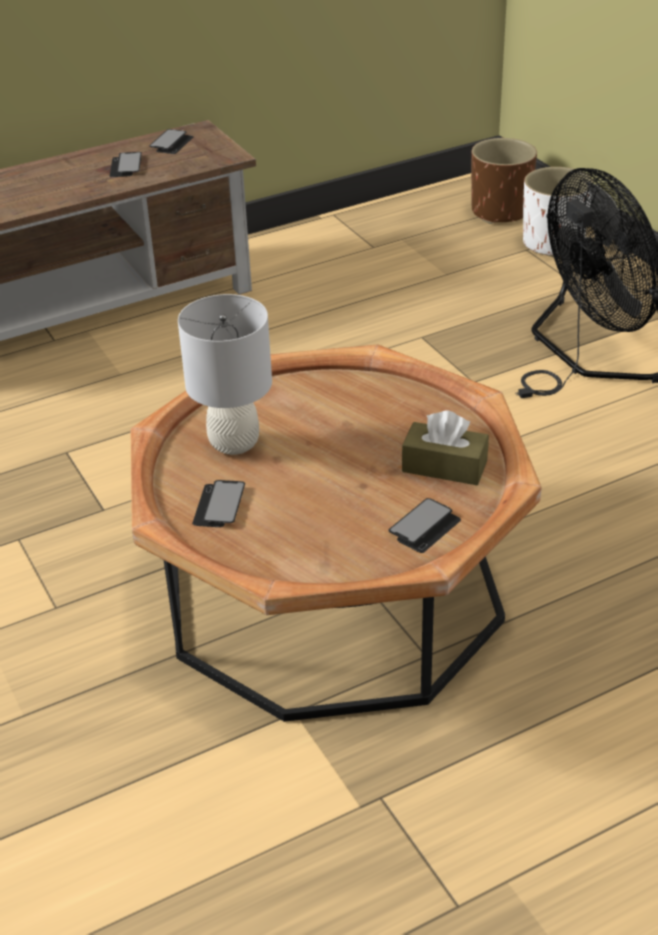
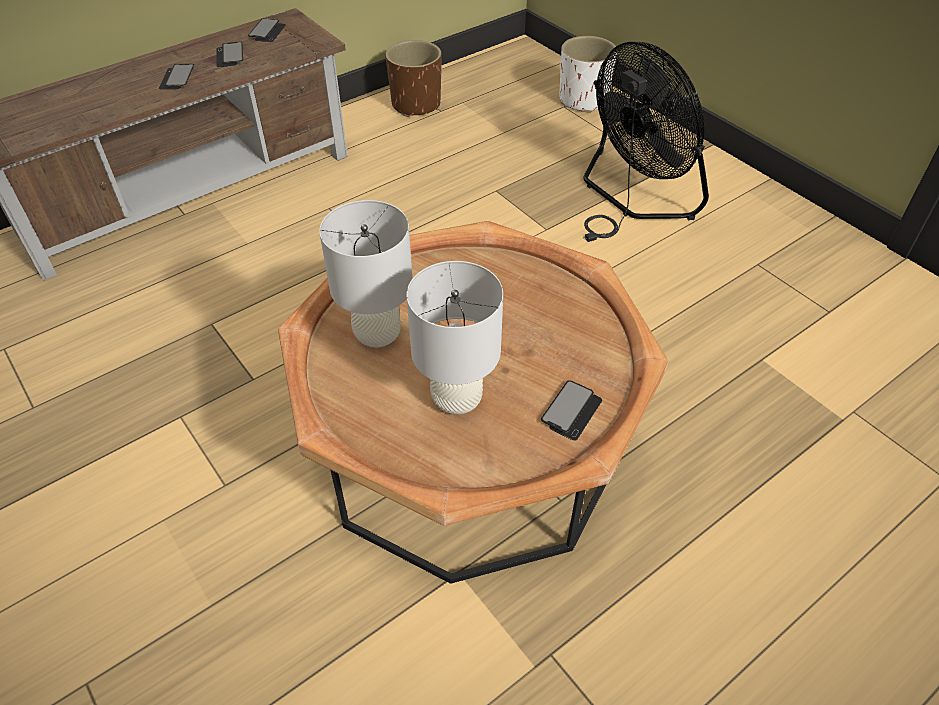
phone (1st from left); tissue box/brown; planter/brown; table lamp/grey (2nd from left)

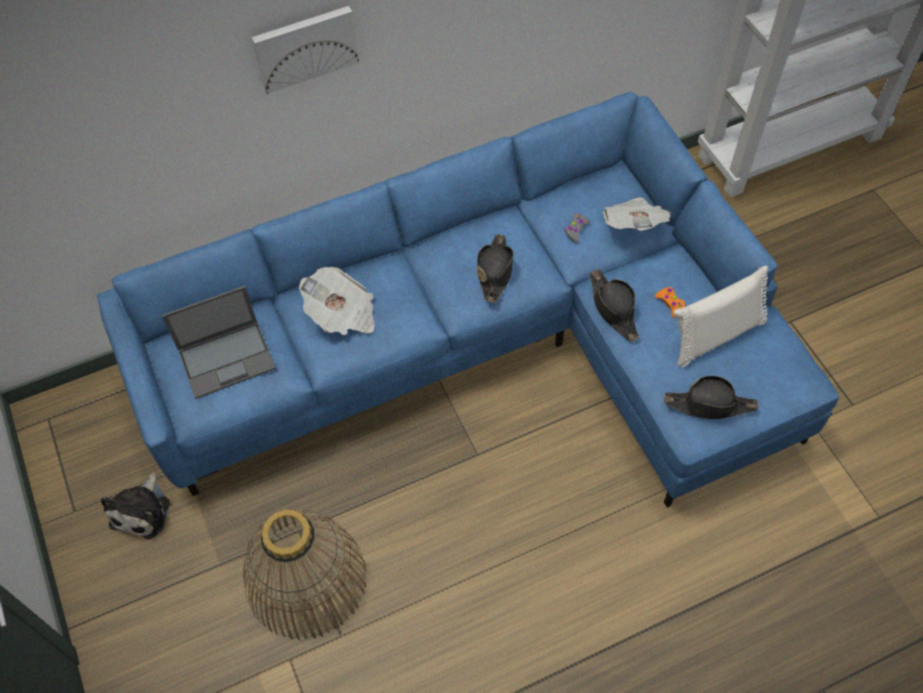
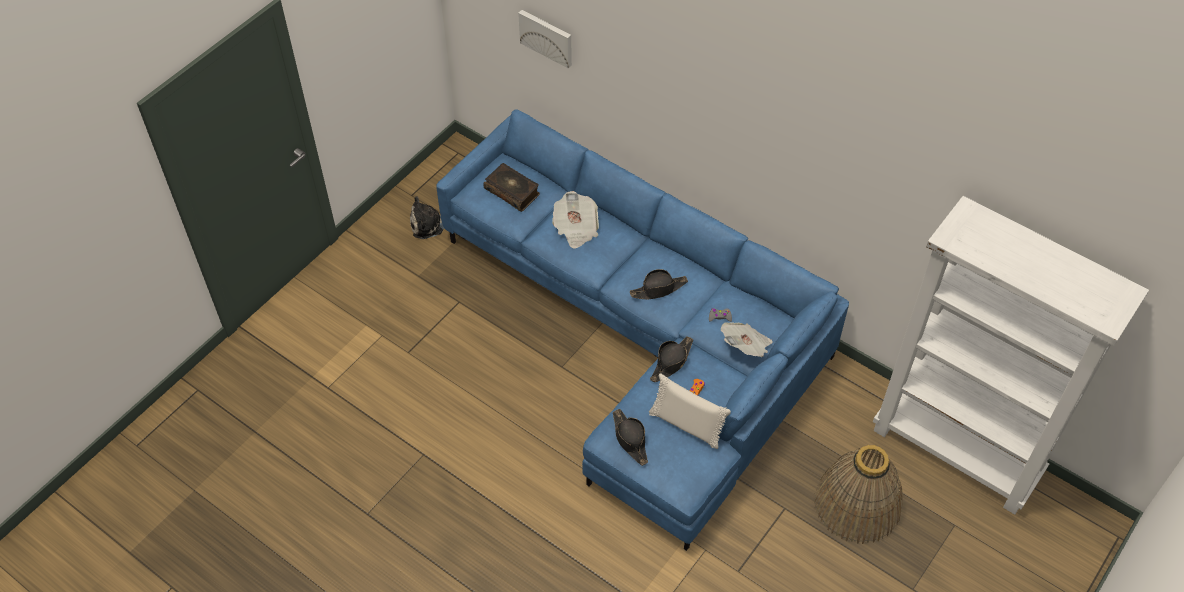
book; basket; picture

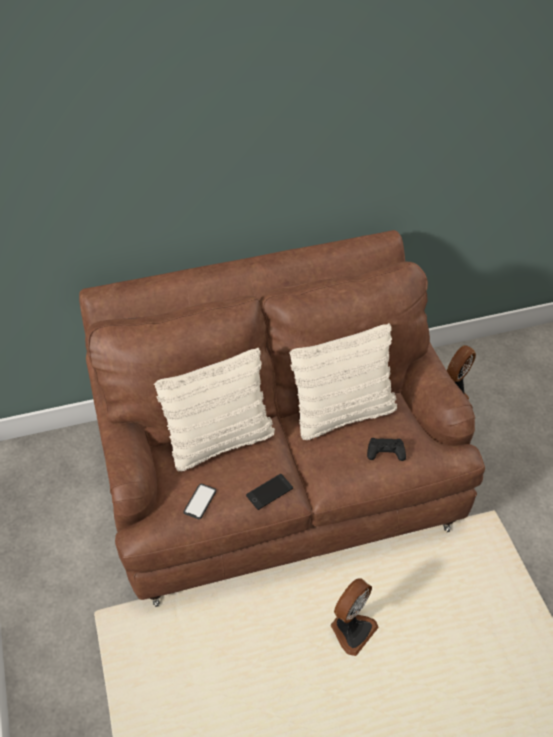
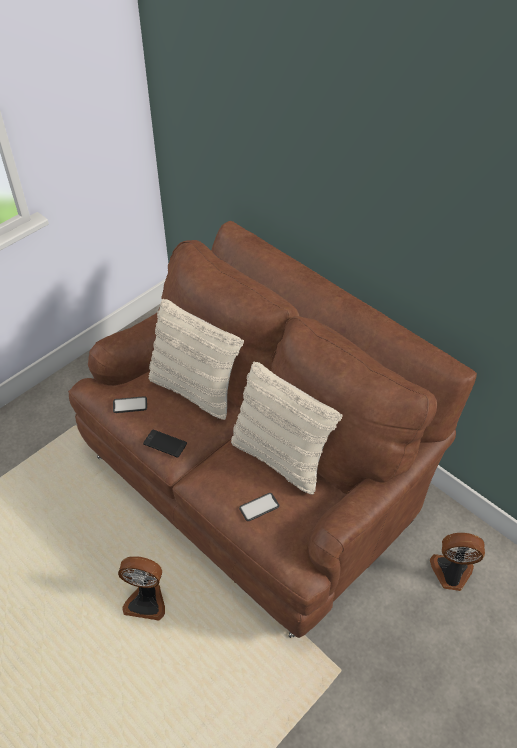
phone (3rd from left)

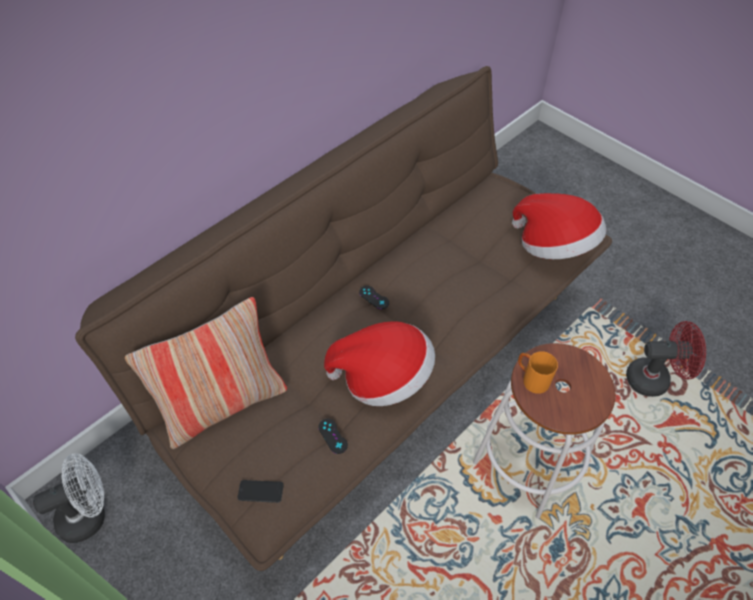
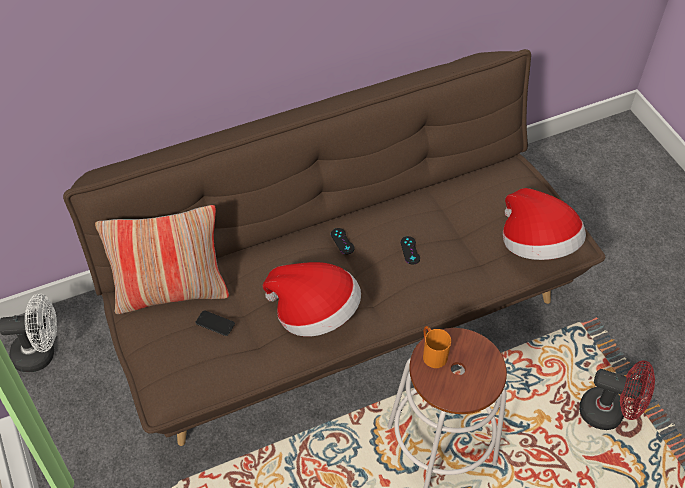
phone; game controller/black (2nd from left)

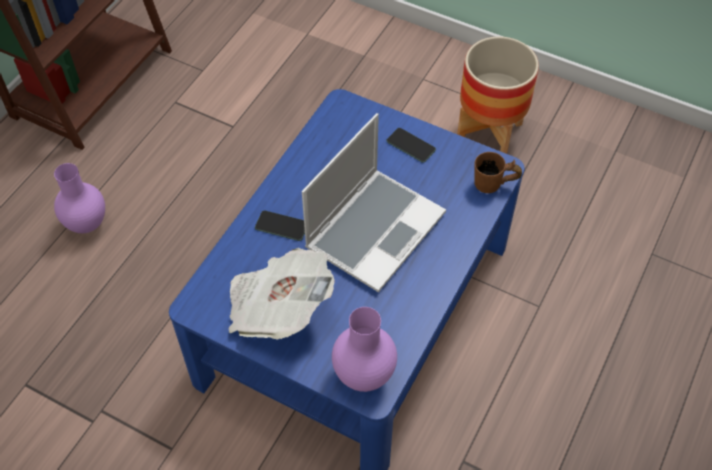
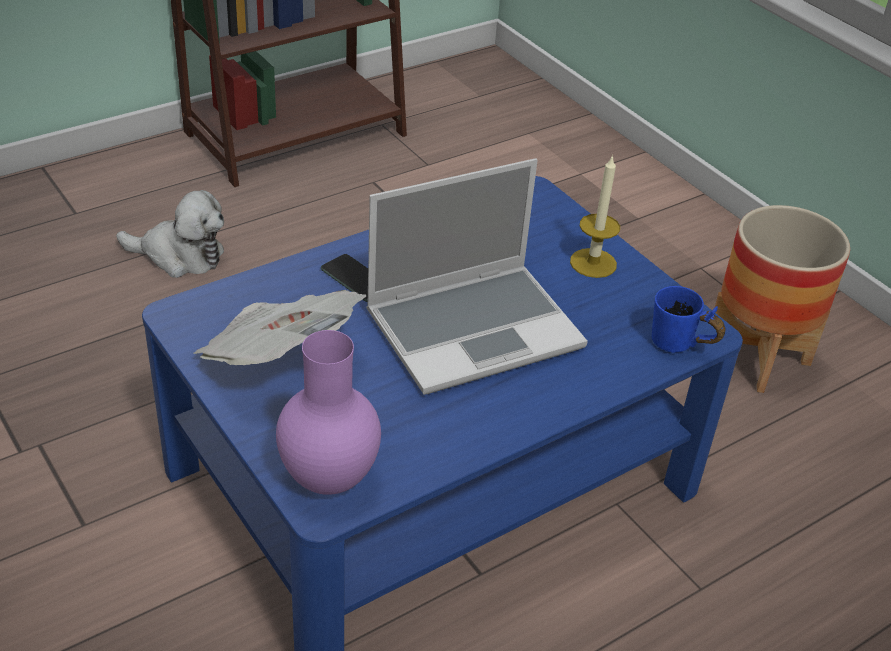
plush toy; candle; mug/blue

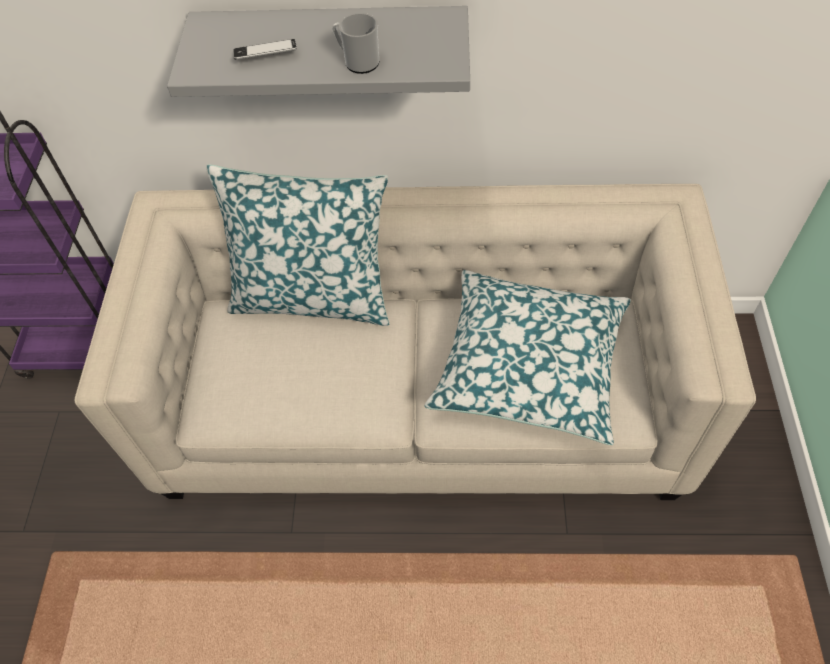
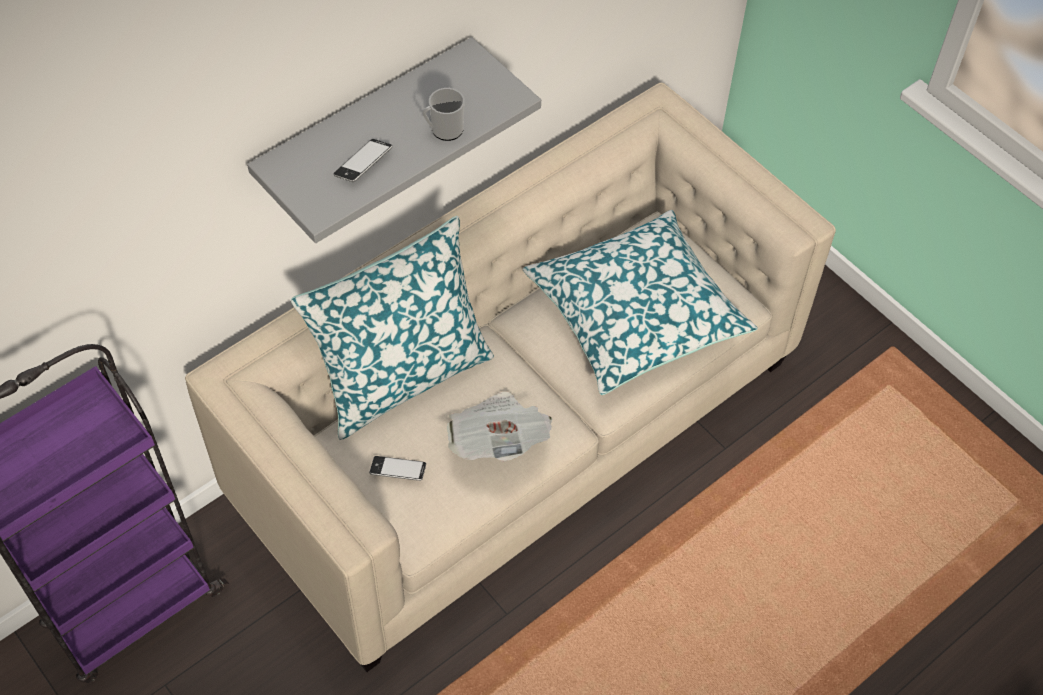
phone (2nd from left); newspaper

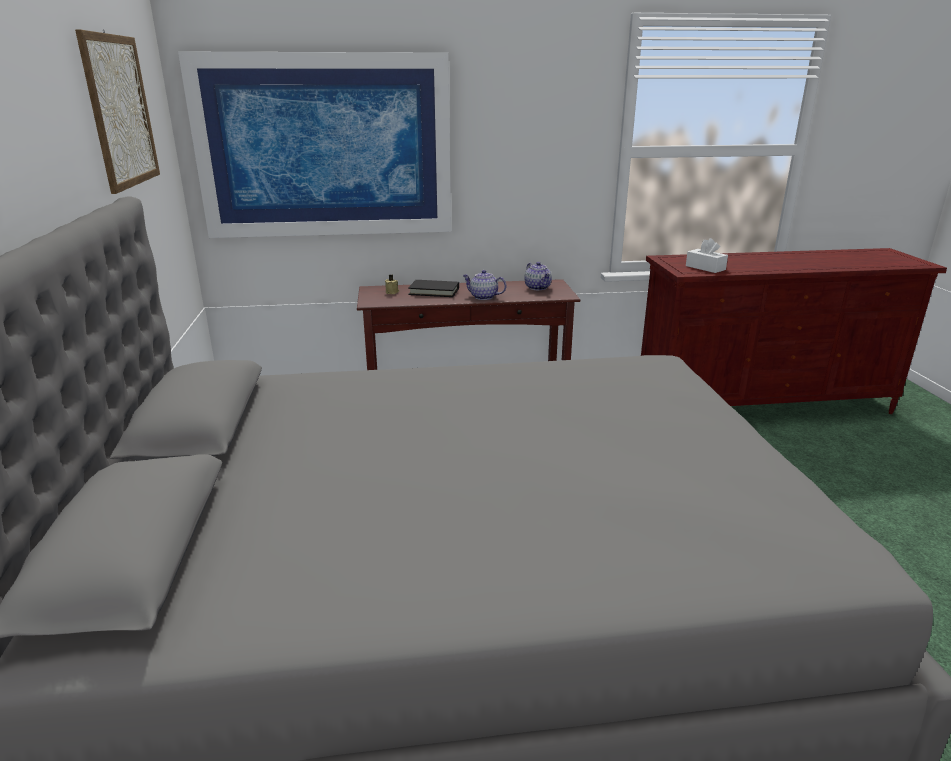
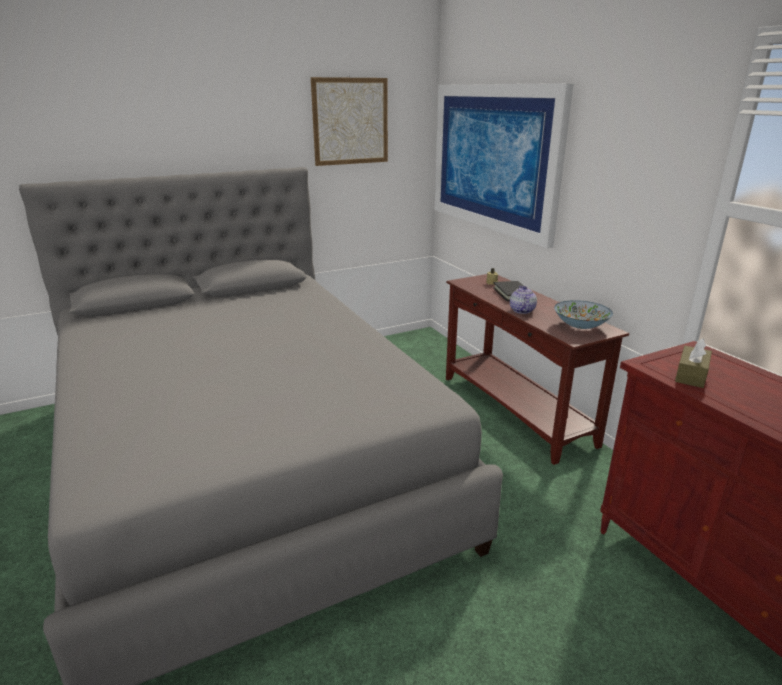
bowl; tissue box/brown

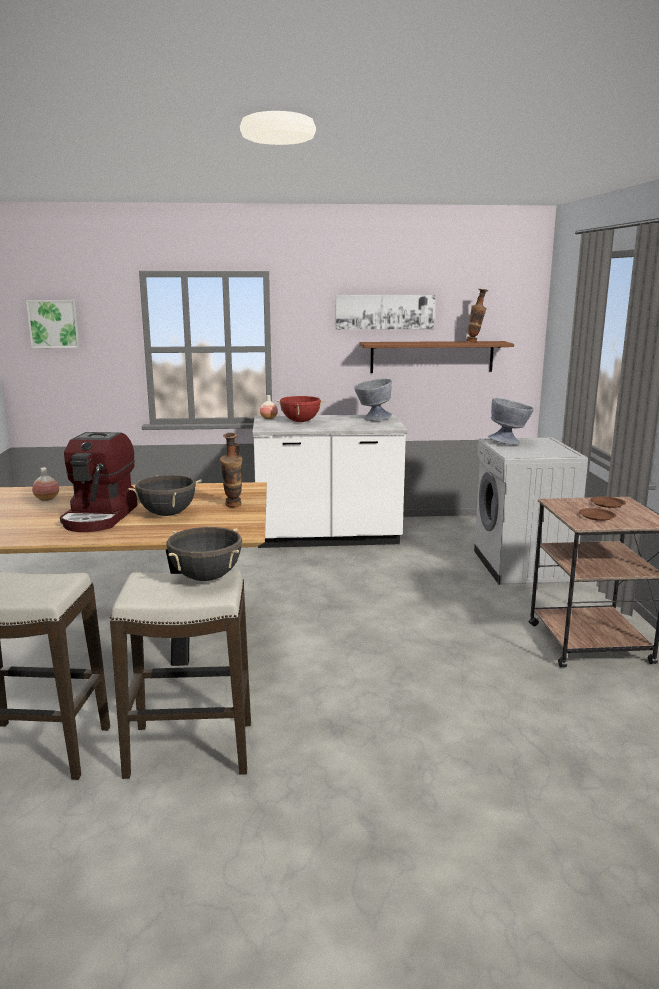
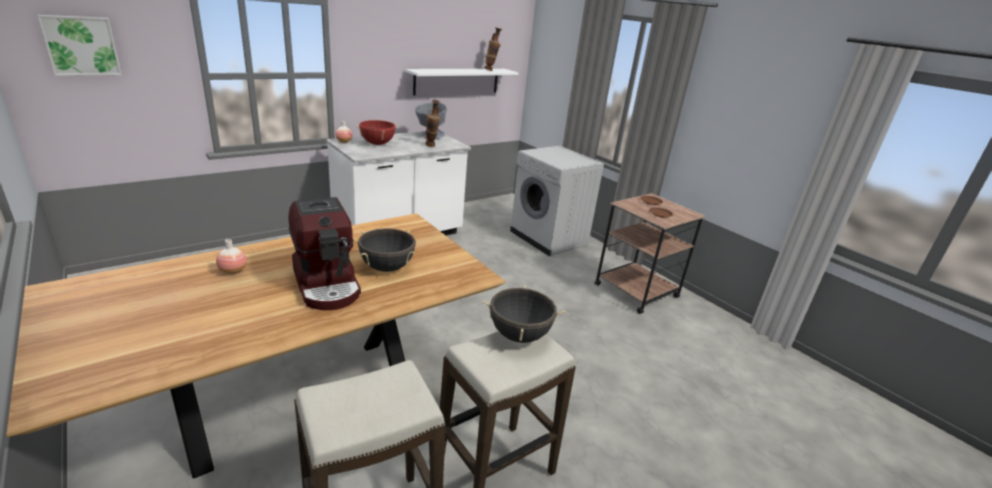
vase (3rd from left); picture (2nd from left in the first image); shelf/white; bowl/grey (2nd from left in the first image)

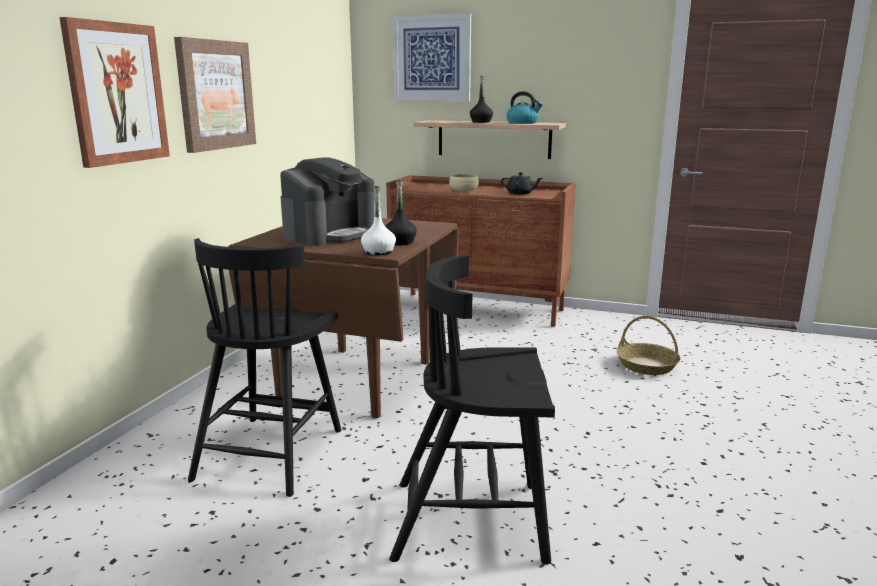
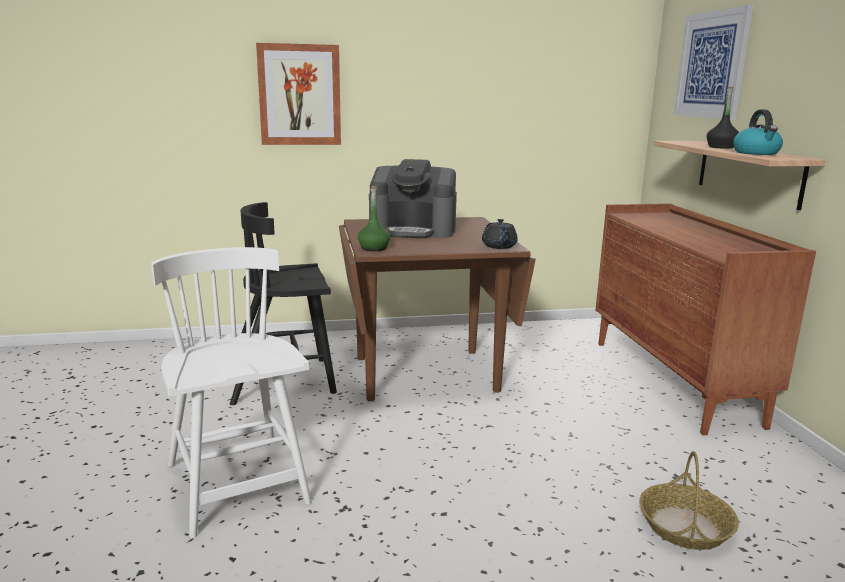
picture (2nd from left in the first image); bottle/green; bottle/black (1st from left in the first image); chair/white; bowl/beige; teapot/black

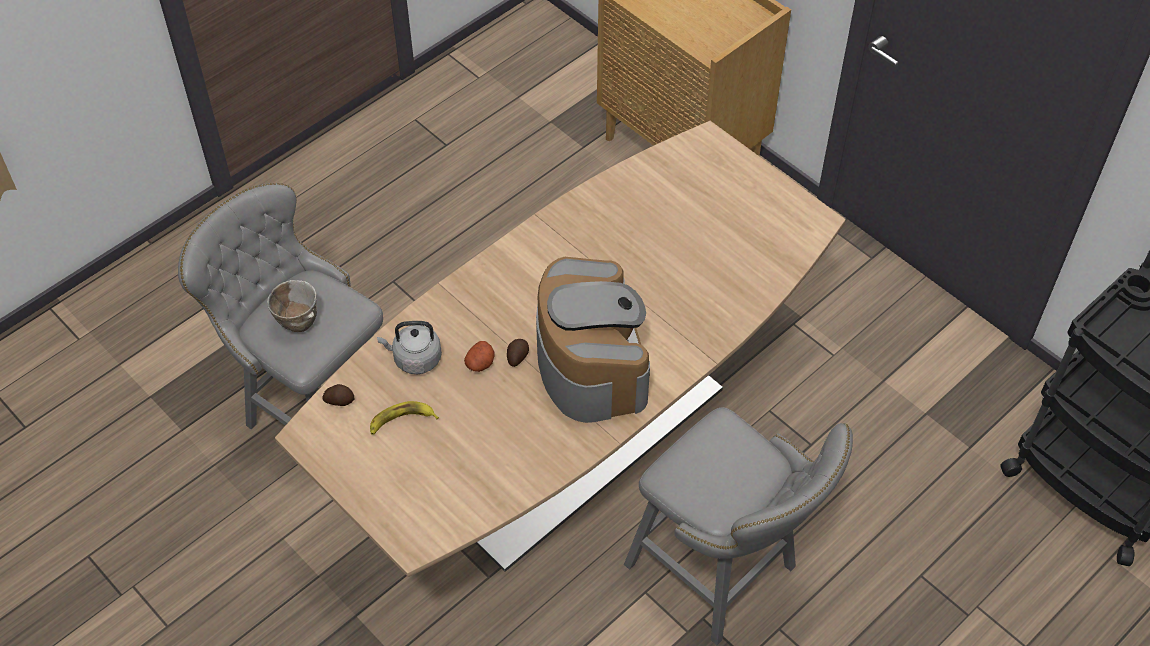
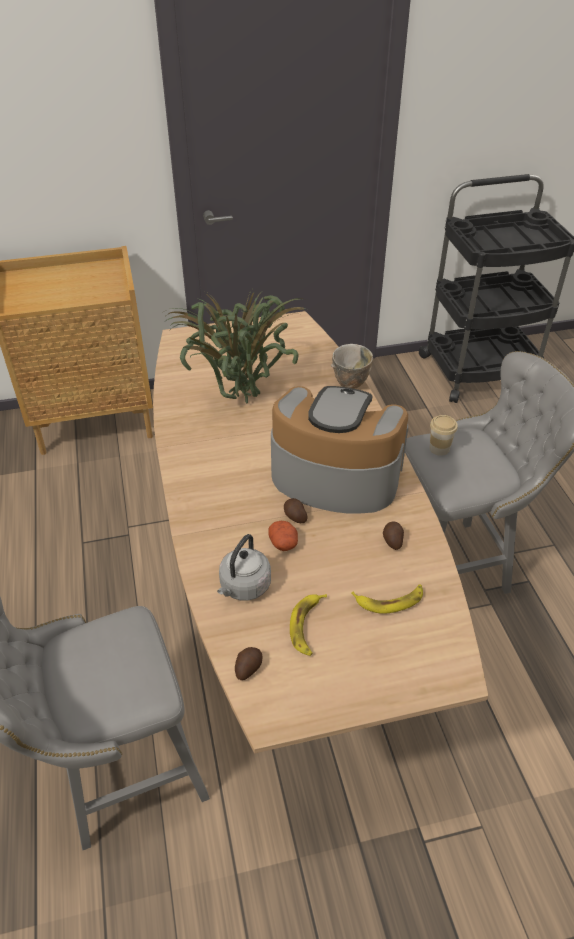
bowl; potted plant; banana (2nd from left); potato (4th from left); cup

